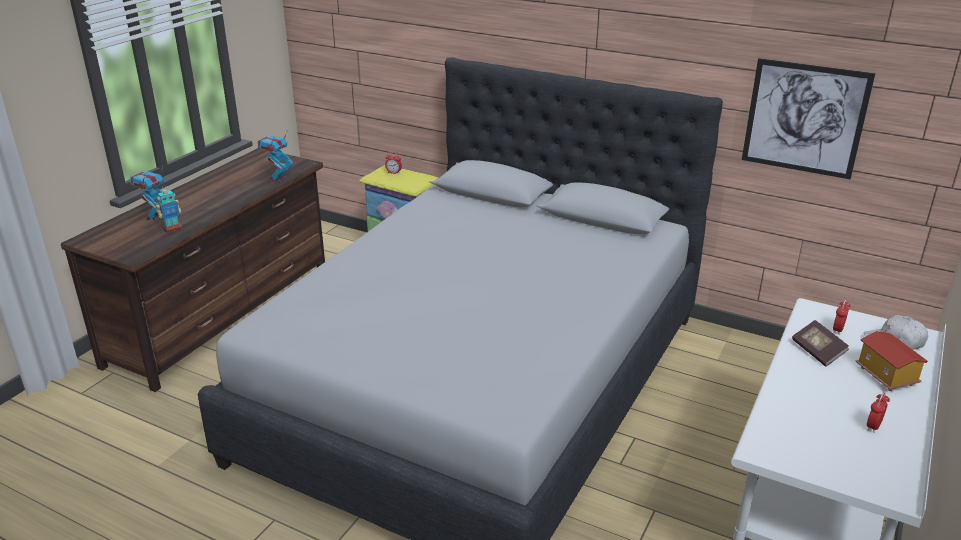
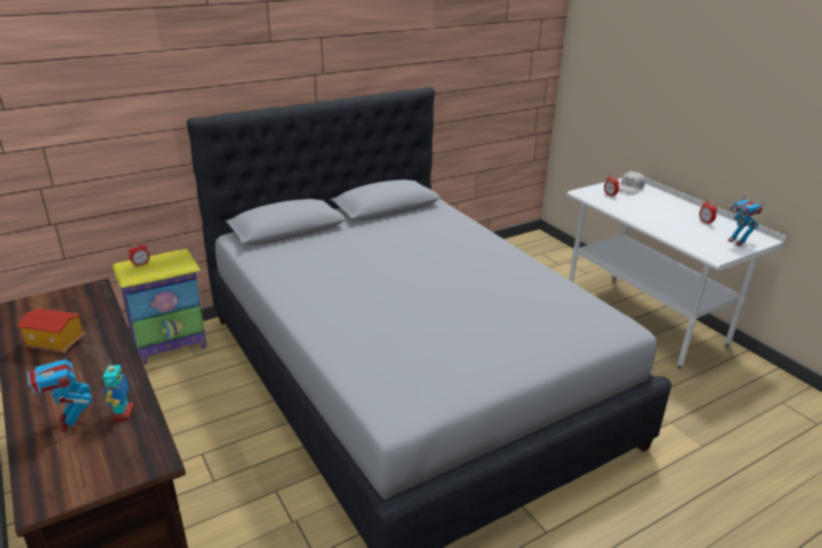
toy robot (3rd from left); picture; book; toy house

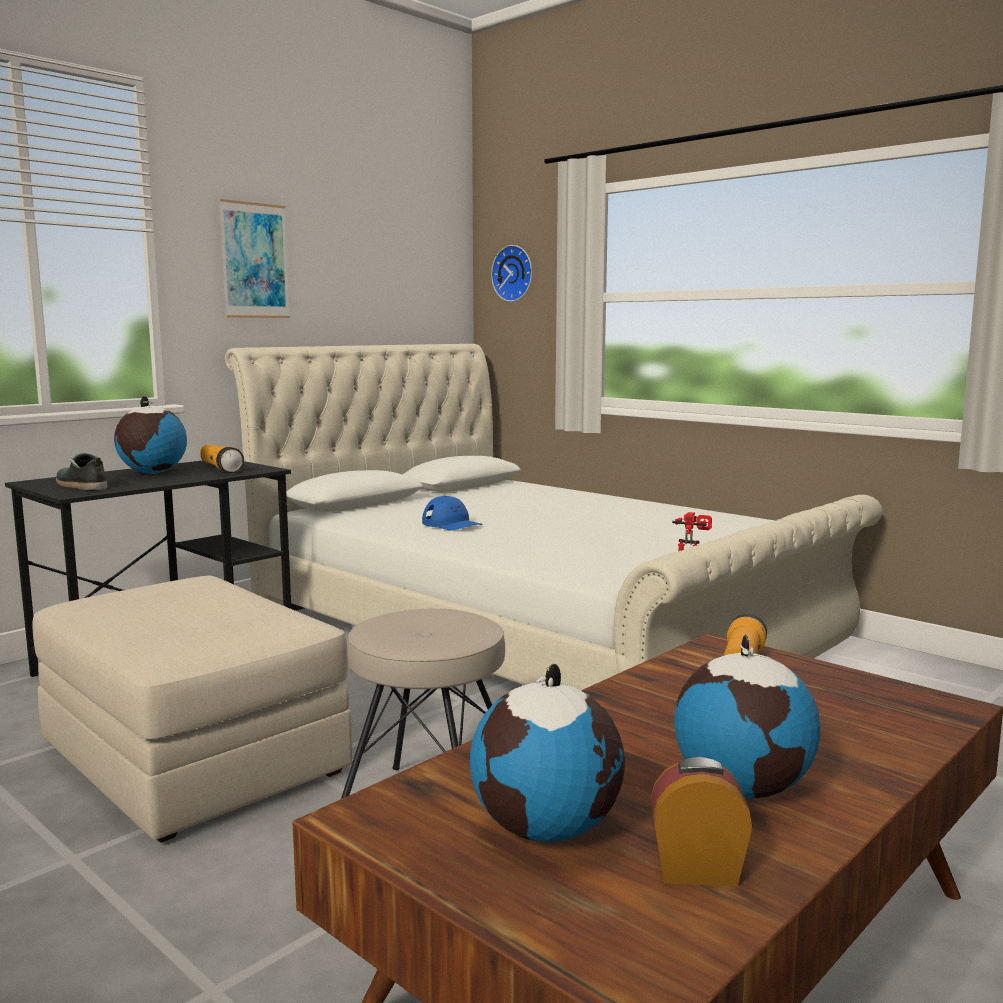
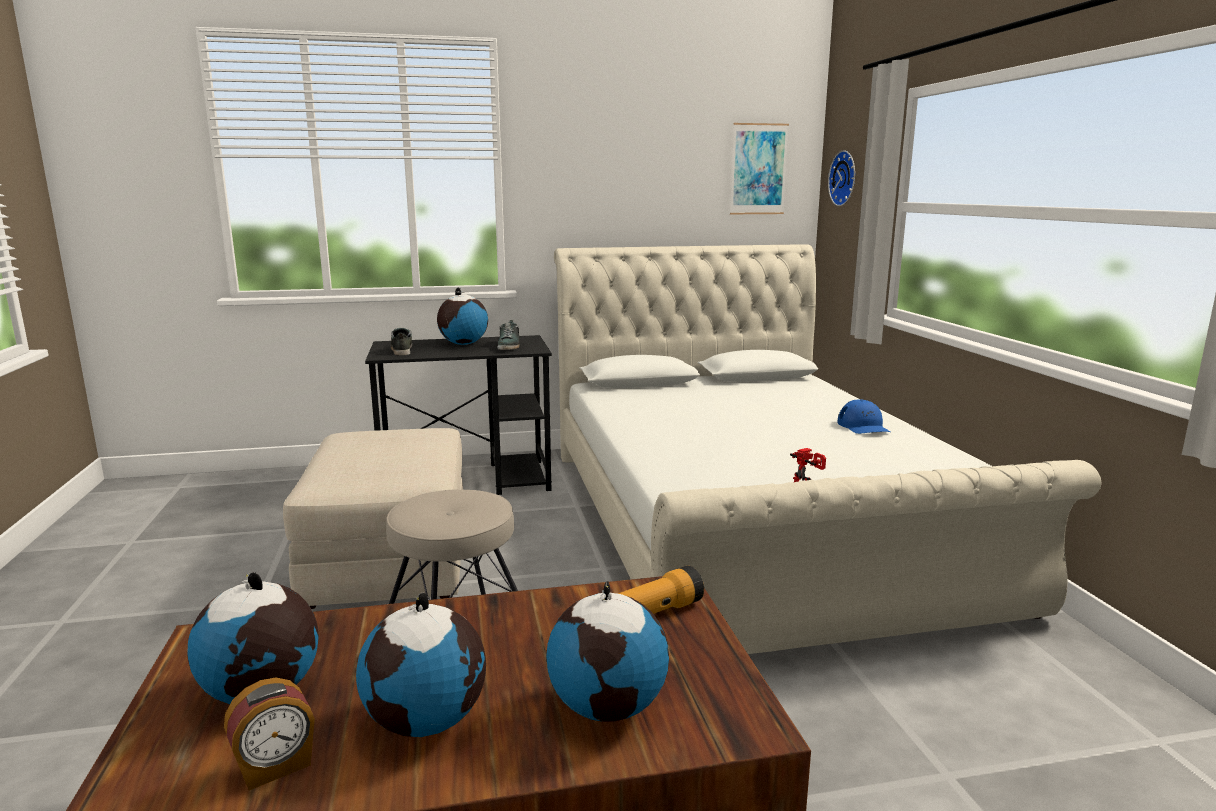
shoe (2nd from left); picture; cap/blue; alarm clock; globe (4th from left)

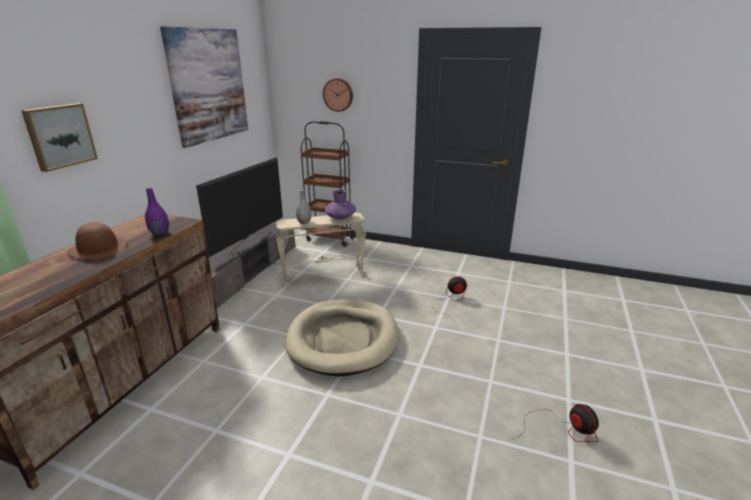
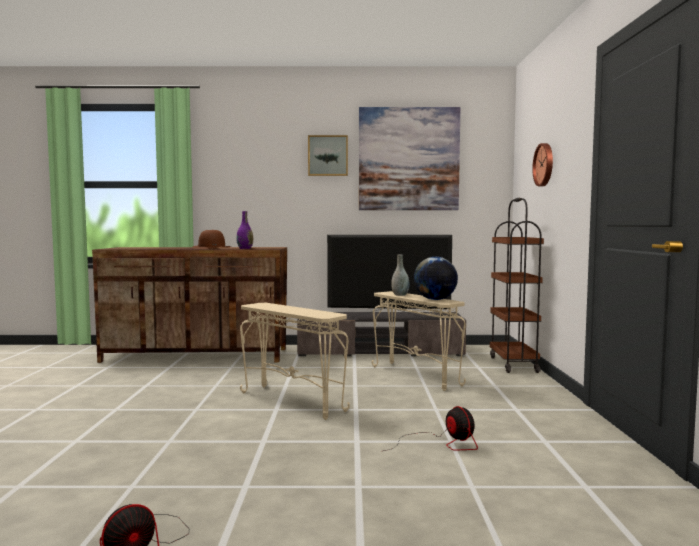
picture (1st from left); side table/beige (1st from left); globe

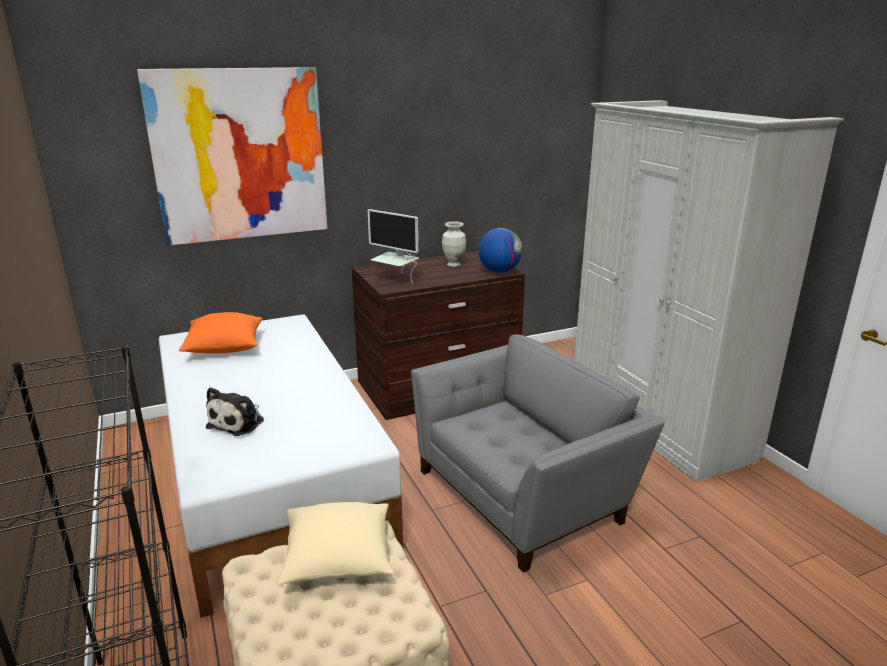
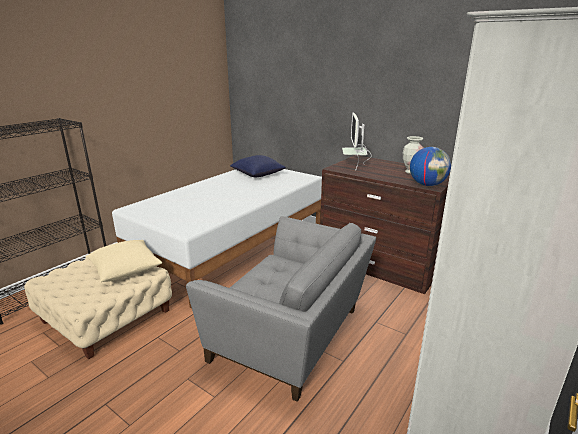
picture; pillow/blue; plush toy

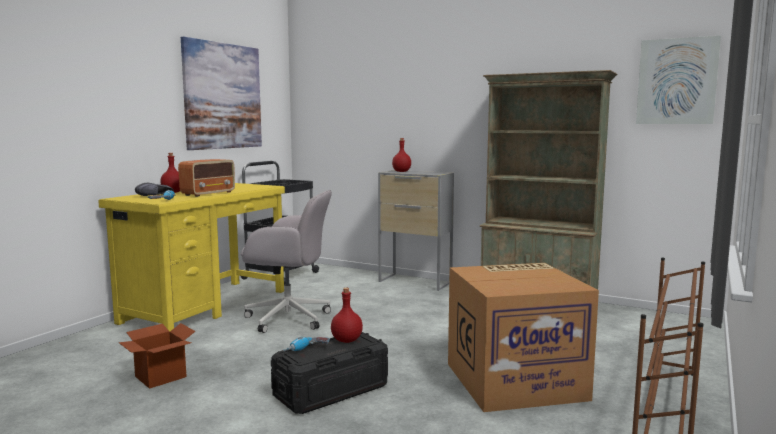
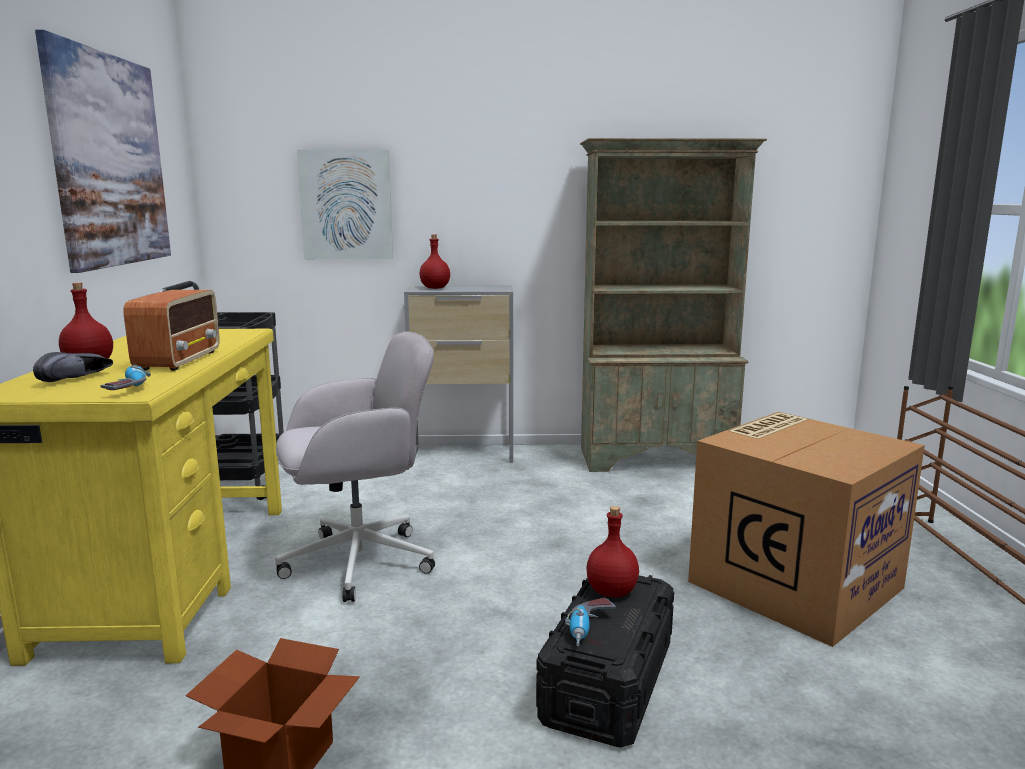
picture (2nd from left)

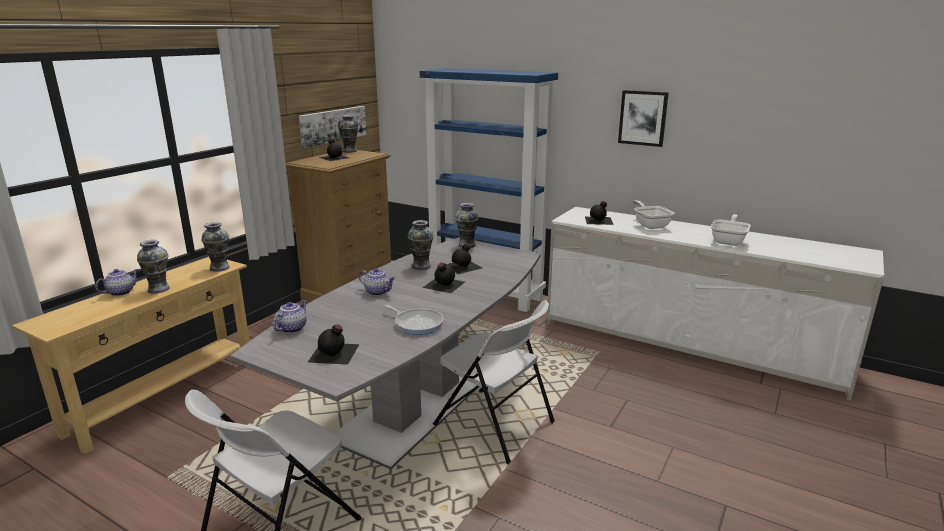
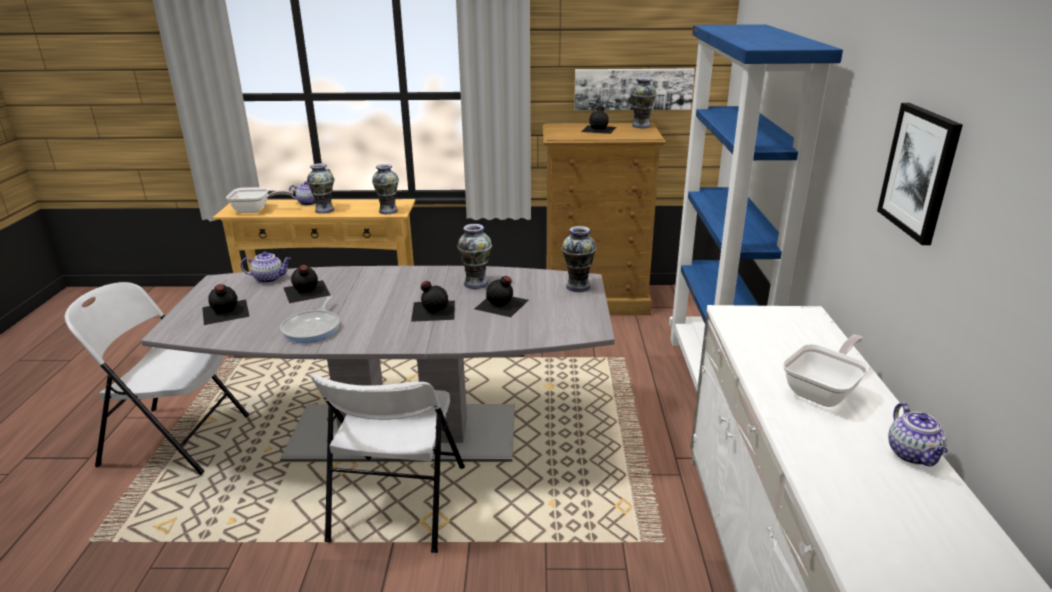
teapot (3rd from left); bottle/black (2nd from left); frying pan (1st from left)

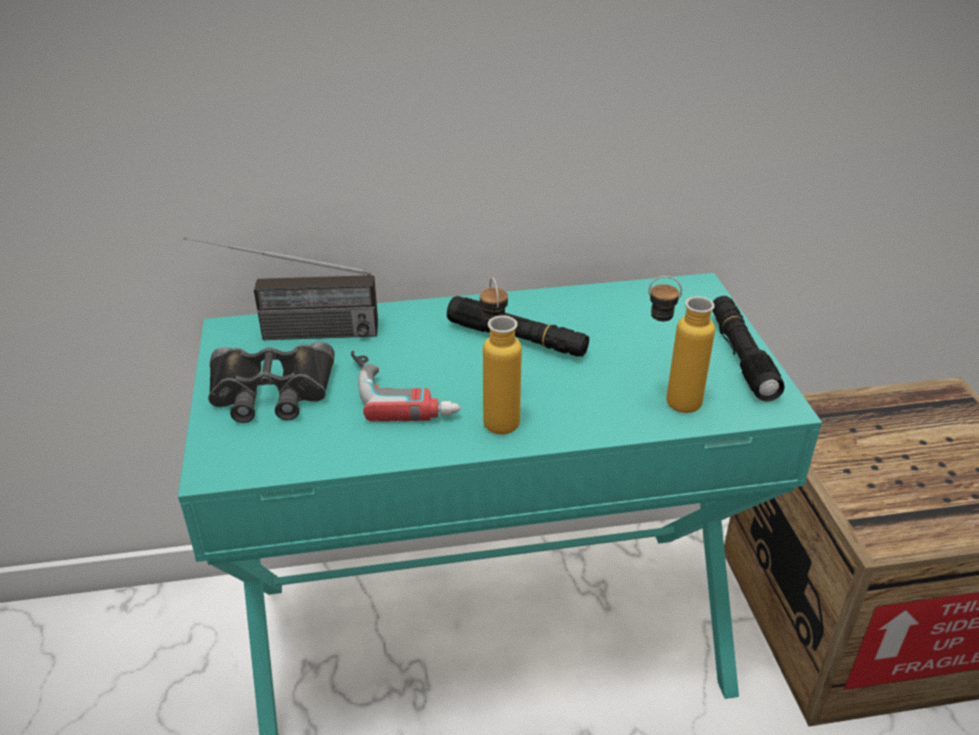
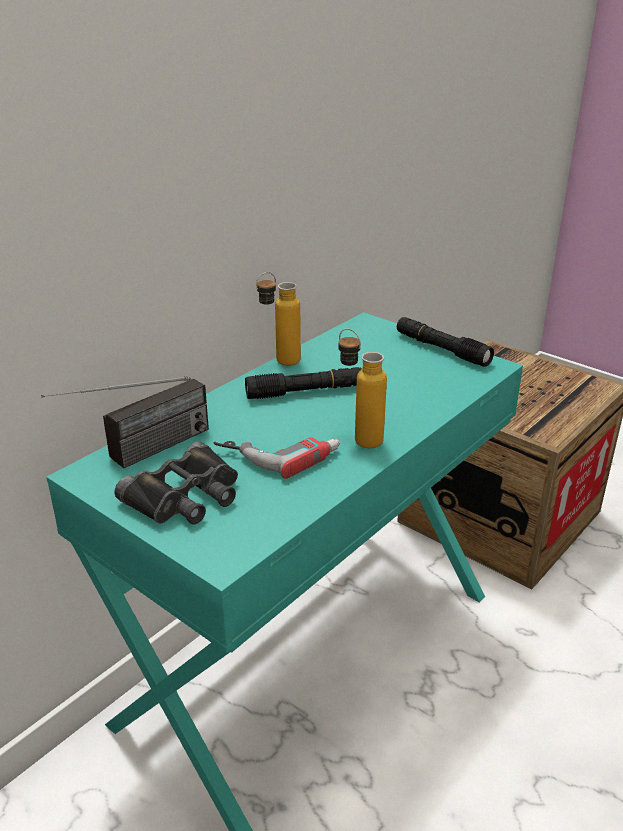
bottle (1st from left)

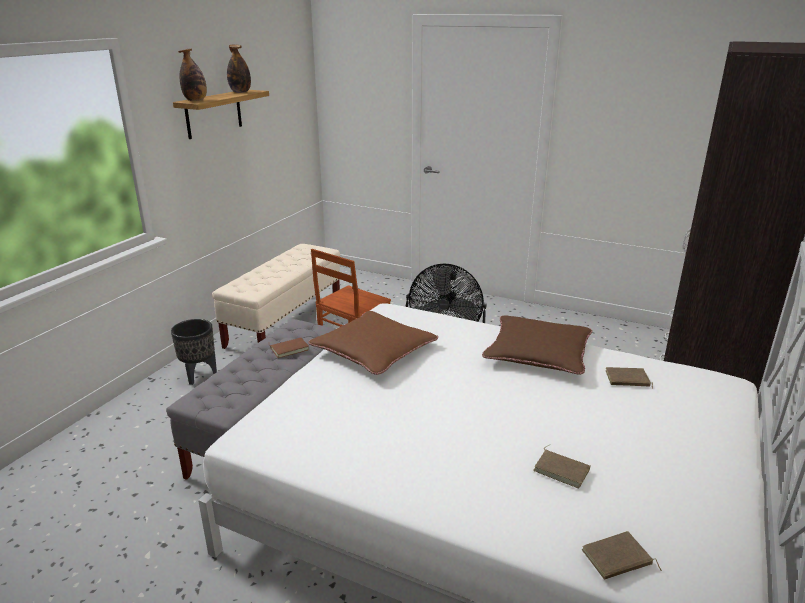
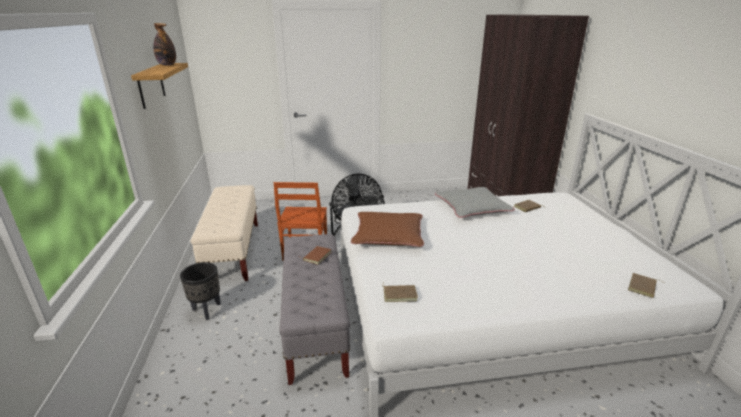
bottle (1st from left in the first image); pillow/grey; book/brown (2nd from left)

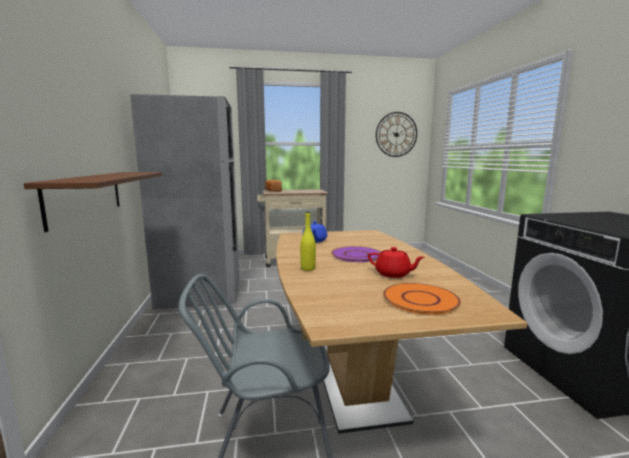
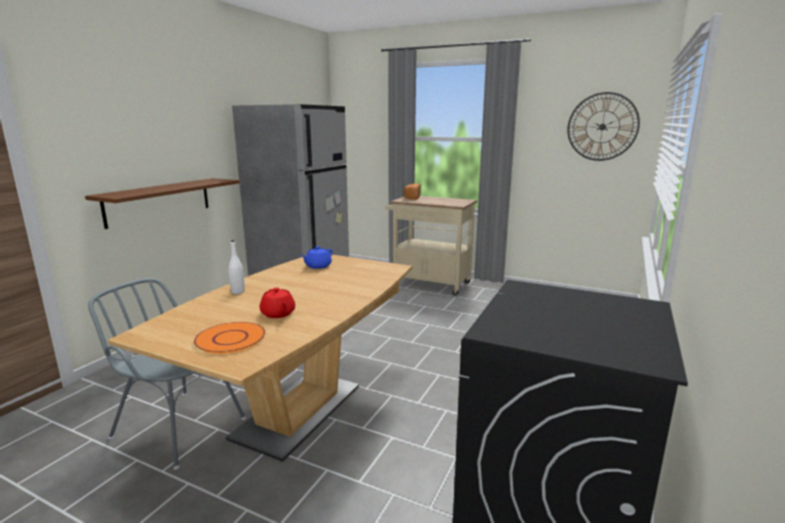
bottle/white; plate/purple

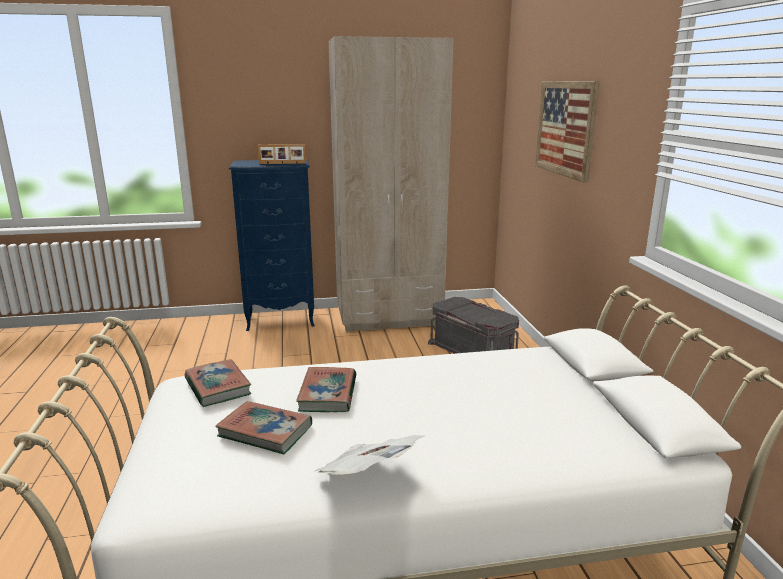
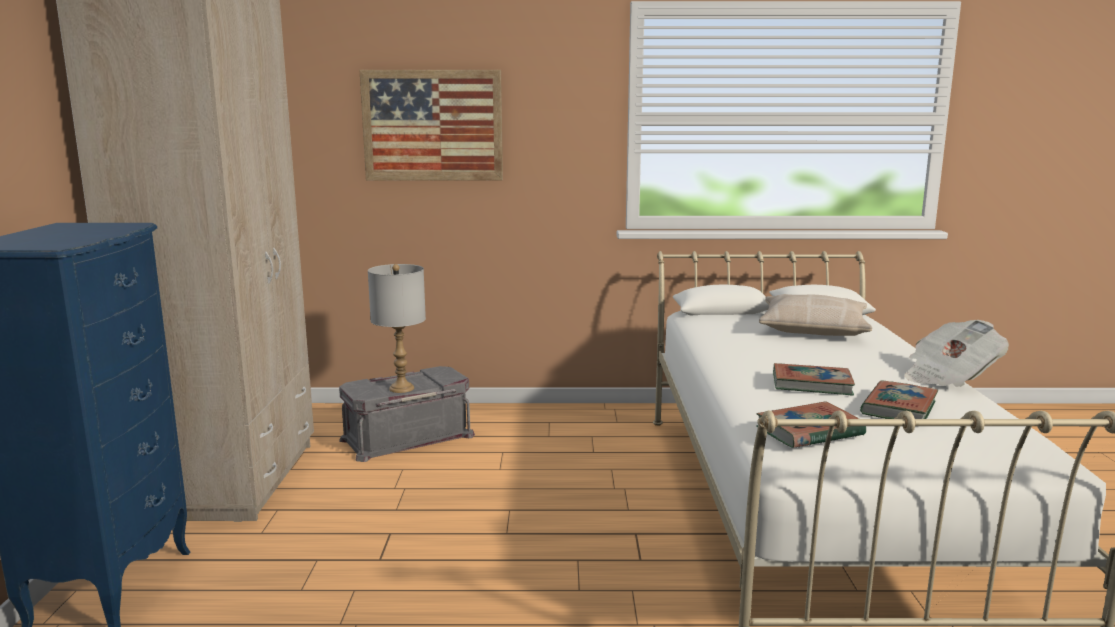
picture frame; table lamp/grey; pillow/beige

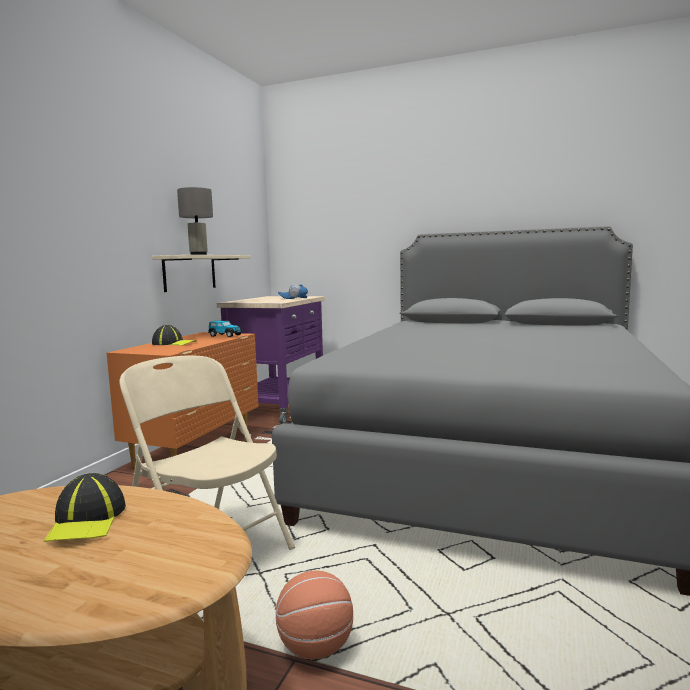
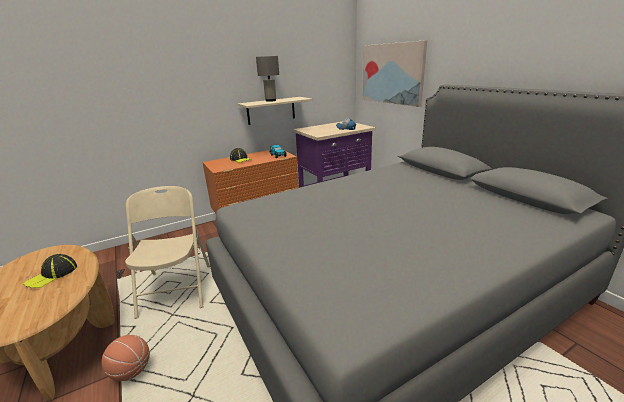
picture

